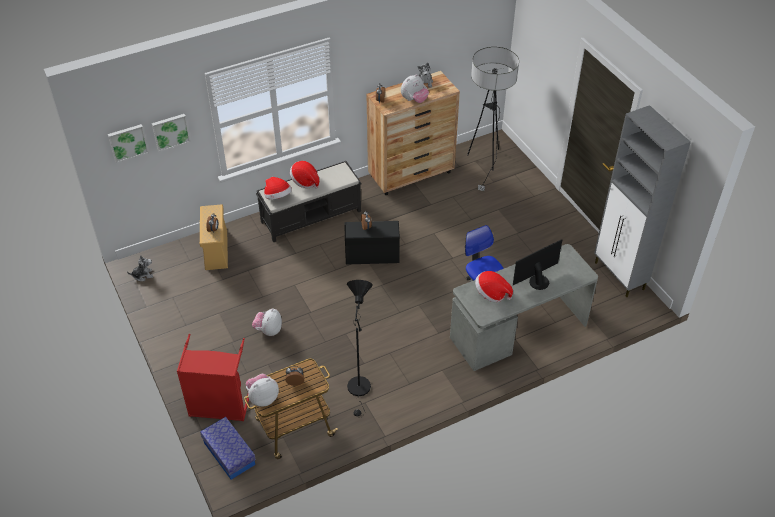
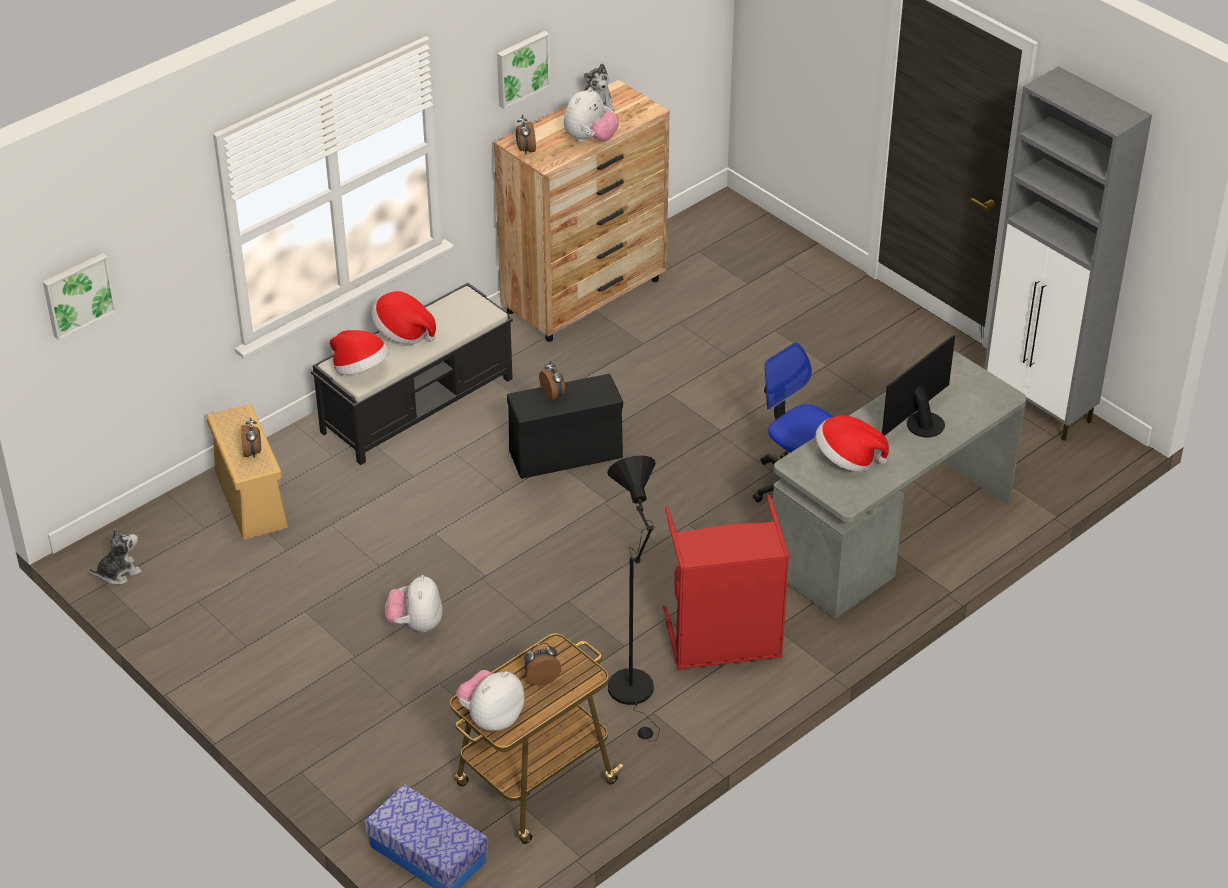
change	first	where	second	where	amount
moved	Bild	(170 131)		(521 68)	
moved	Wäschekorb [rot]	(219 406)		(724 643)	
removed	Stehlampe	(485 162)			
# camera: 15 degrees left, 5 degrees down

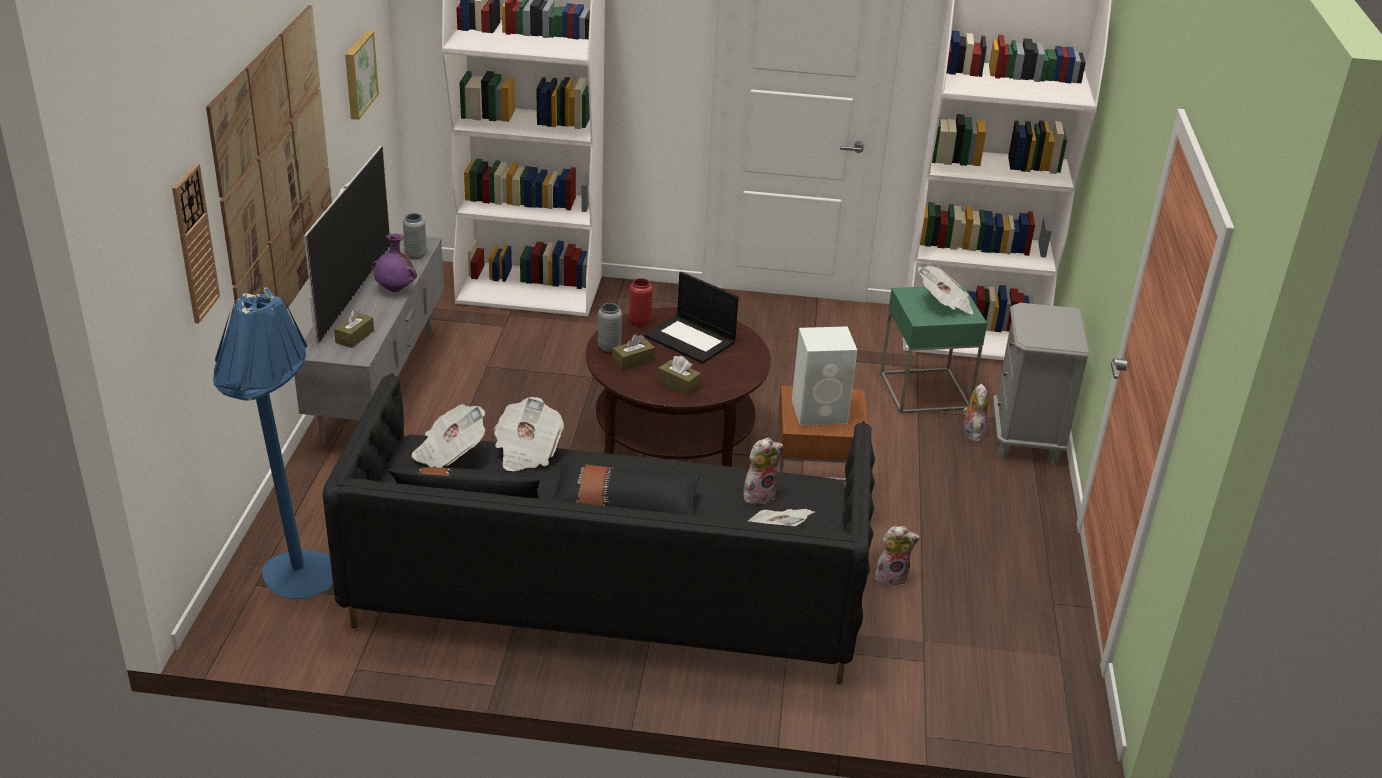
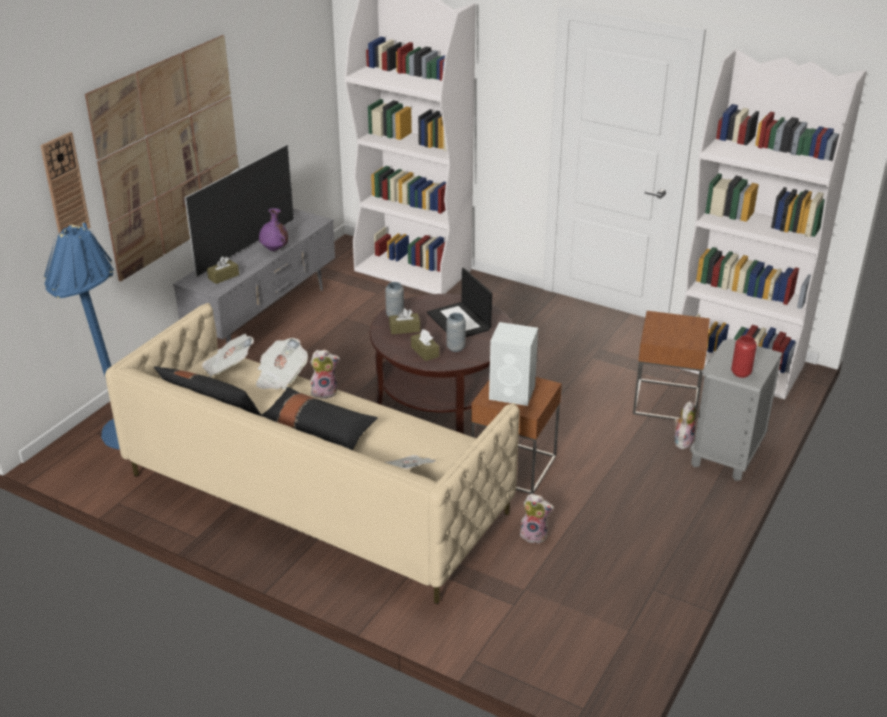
change	first	where	second	where	amount
recoloured	Sofa [schwarz]	(606 592)	Sofa [beige]	(315 494)	
removed	Bild	(358 74)			
moved	Vase [grau]	(416 255)		(455 348)	
moved	Vase [rot]	(640 321)		(741 373)	
moved	Plüschtier	(759 494)		(325 392)	
recoloured	Beistelltisch [grün]	(925 391)	Beistelltisch [braun]	(666 401)	
removed	Zeitung	(944 304)			
# camera: 25 degrees right, 0 degrees up

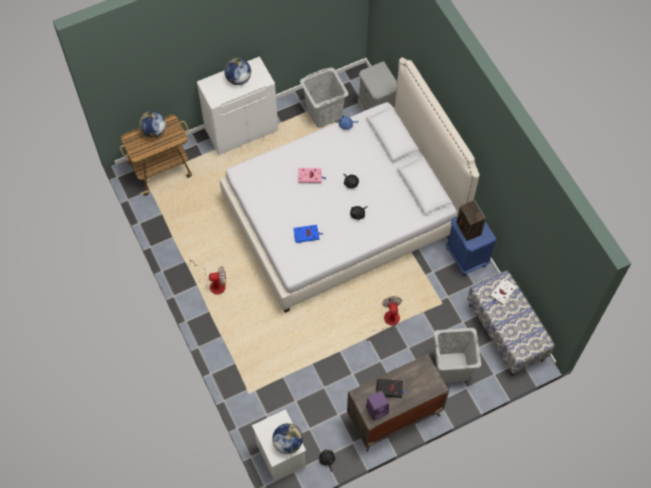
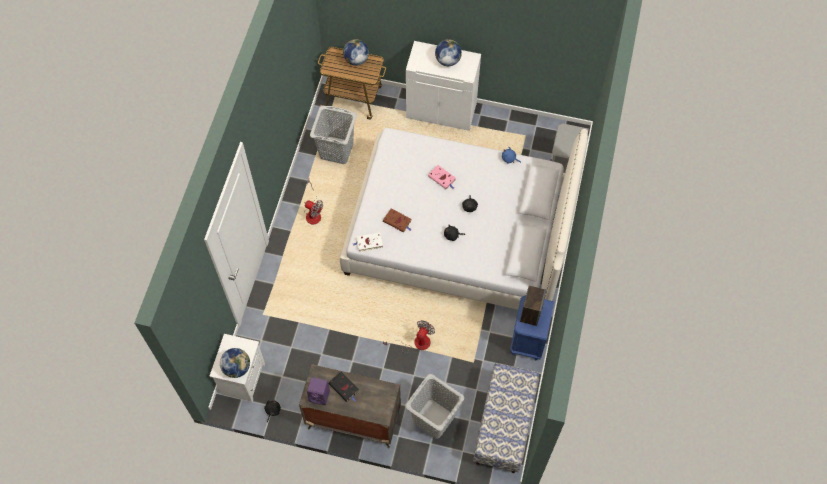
change	first	where	second	where	amount
recoloured	Buch [blau]	(307 234)	Buch [braun]	(398 221)	
moved	Wäschekorb [grau]	(324 113)		(336 150)	
moved	Buch [weiß]	(502 293)		(368 243)	
# camera: 40 degrees right, 0 degrees up

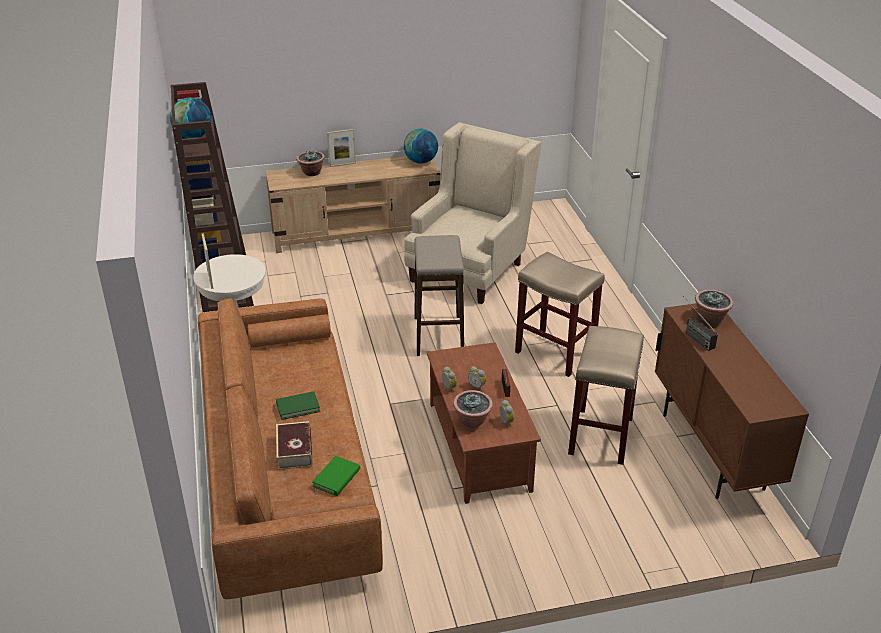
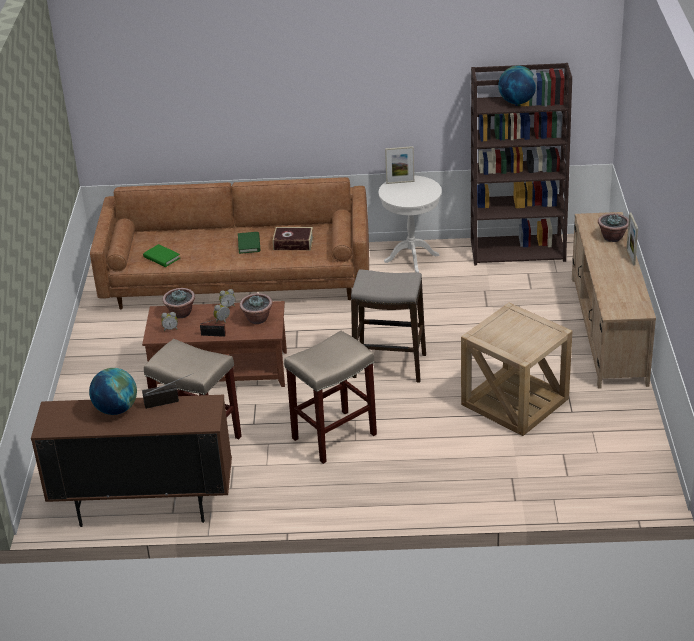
change	first	where	second	where	amount
moved	Buch	(294 450)		(293 243)	
replaced	Sessel [beige]	(470 268)	Beistelltisch [beige]	(514 402)	
moved	Globus	(421 161)		(116 409)	
moved	Topfpflanze	(710 318)		(257 319)	
# camera: 105 degrees right, 0 degrees up

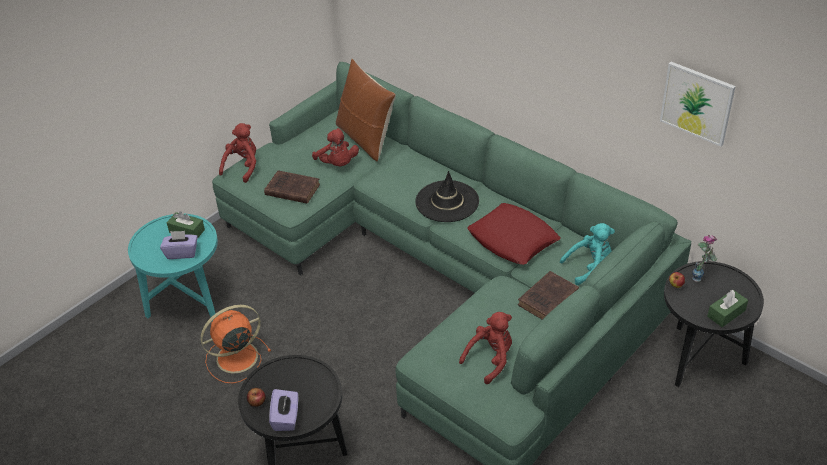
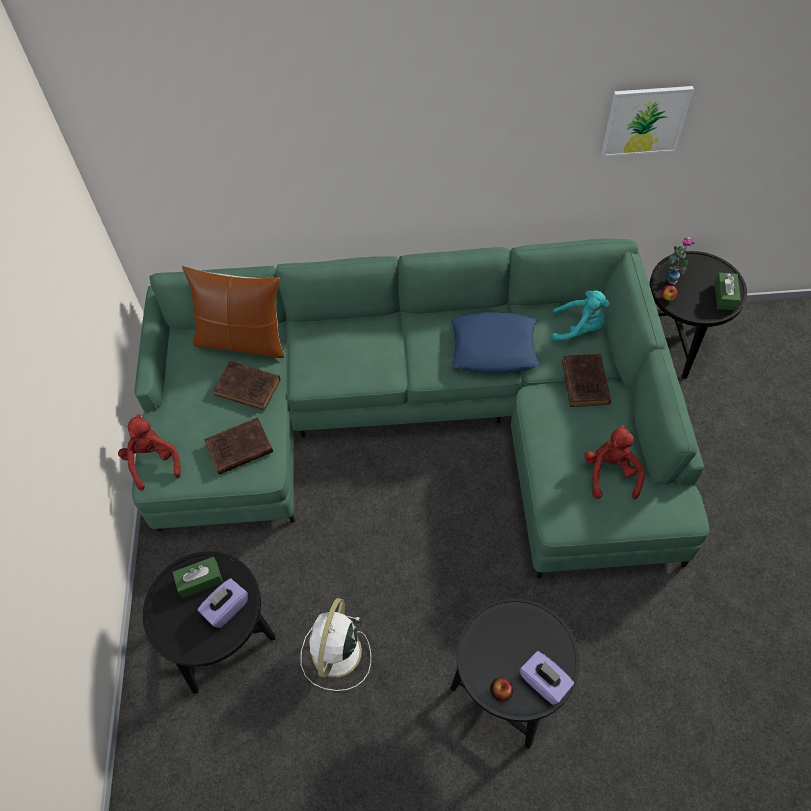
change	first	where	second	where	amount
recoloured	Beistelltisch [türkis]	(190 306)	Beistelltisch [schwarz]	(226 643)	
recoloured	Ventilator [orange]	(235 358)	Ventilator [weiß]	(336 654)	
replaced	Plüschtier [rot]	(337 164)	Buch [braun]	(249 388)	
removed	Hut [schwarz]	(447 201)			
recoloured	Kissen [rot]	(513 239)	Kissen [blau]	(494 348)	
turned	Plüschtier [türkis]	(589 267)		(579 328)	75 degrees clockwise
# camera: 45 degrees left, 15 degrees up

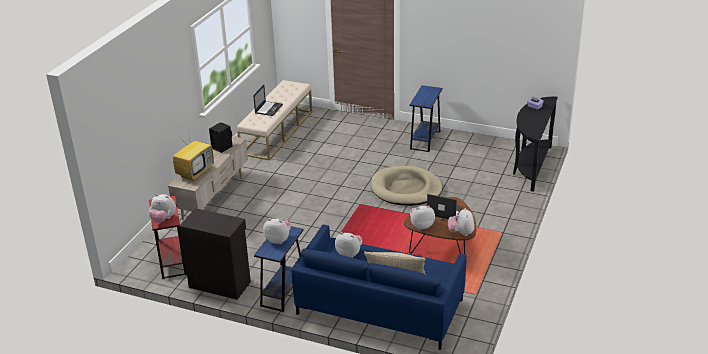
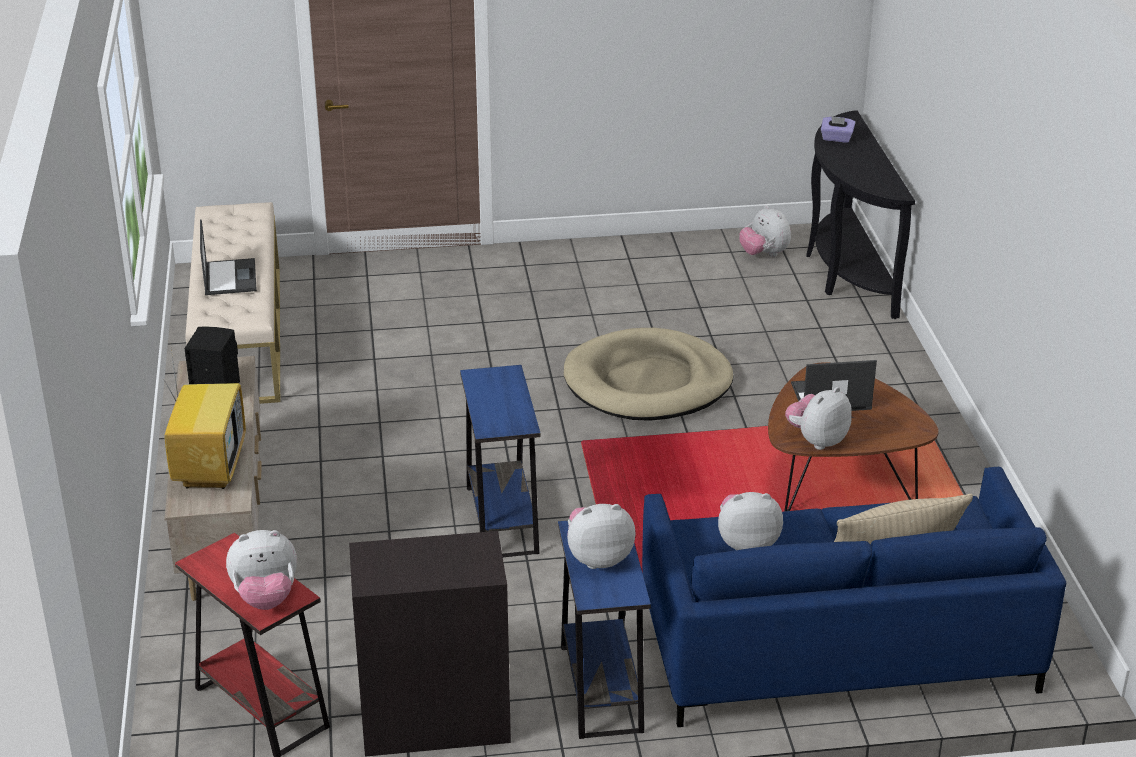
change	first	where	second	where	amount
moved	Beistelltisch [blau]	(425 140)		(502 520)	
moved	Plüschtier	(461 233)		(764 254)	
# camera: 30 degrees left, 0 degrees up

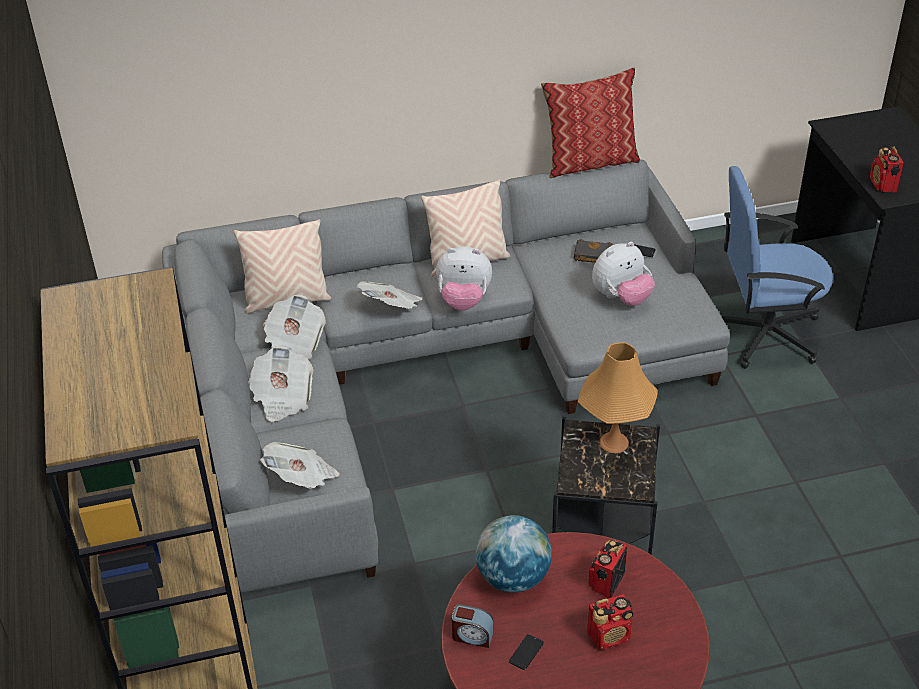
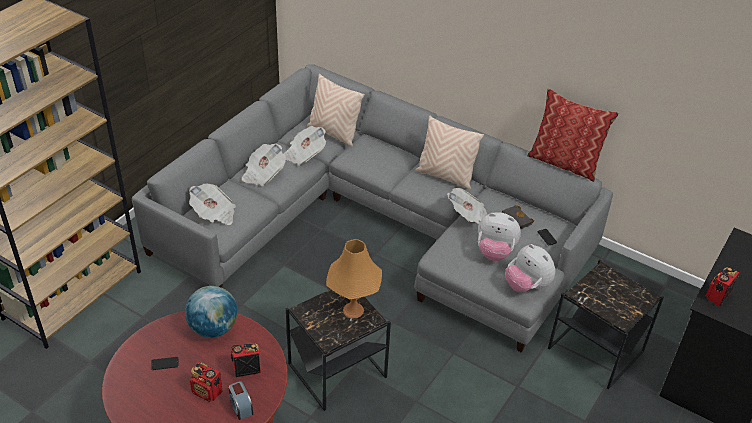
change	first	where	second	where	amount
moved	Zeitung	(392 308)		(468 216)	
moved	Plüschtier	(464 301)		(527 286)	
moved	Wecker	(472 636)		(241 407)	
replaced	Bürostuhl [blau]	(763 333)	Beistelltisch [schwarz]	(595 349)	
# camera: 45 degrees right, 0 degrees up

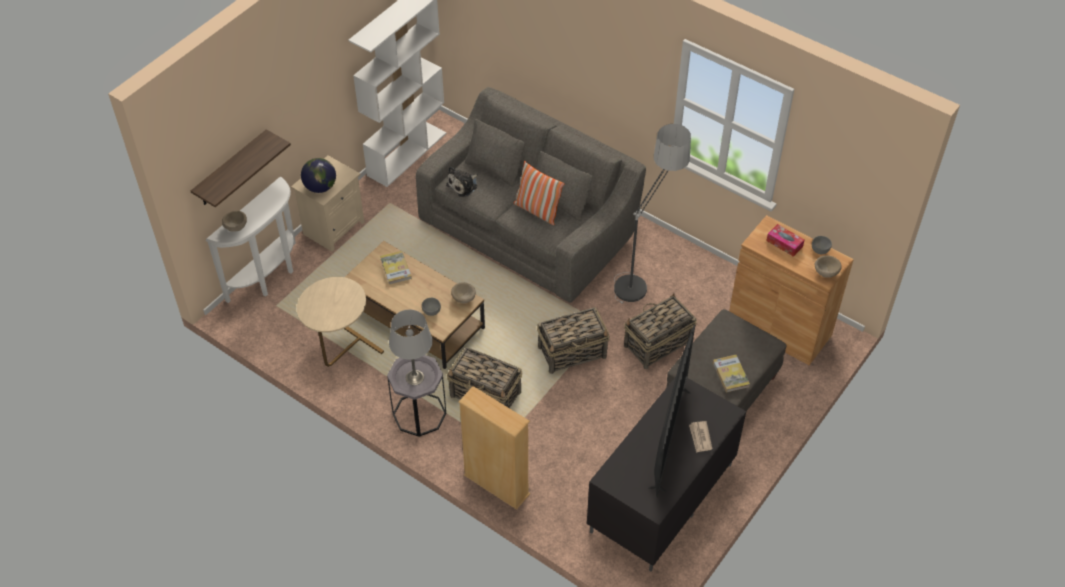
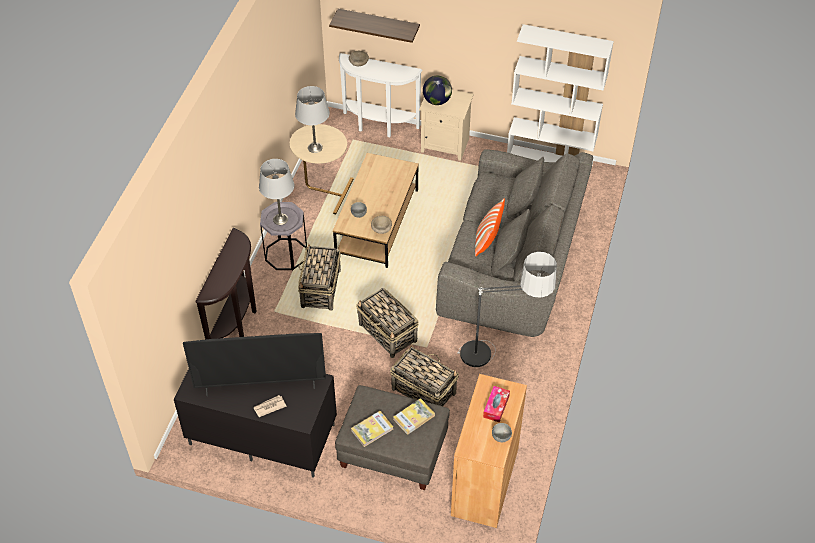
change	first	where	second	where	amount
moved	Buch	(395 269)		(414 417)	
removed	Plüschtier	(463 185)			
replaced	Bücherregal [beige]	(496 485)	Konsolentisch [braun]	(237 321)	
removed	Schüssel [beige]	(825 272)			
added			Tischlampe [grau]	(314 147)	
# camera: 70 degrees right, 0 degrees up

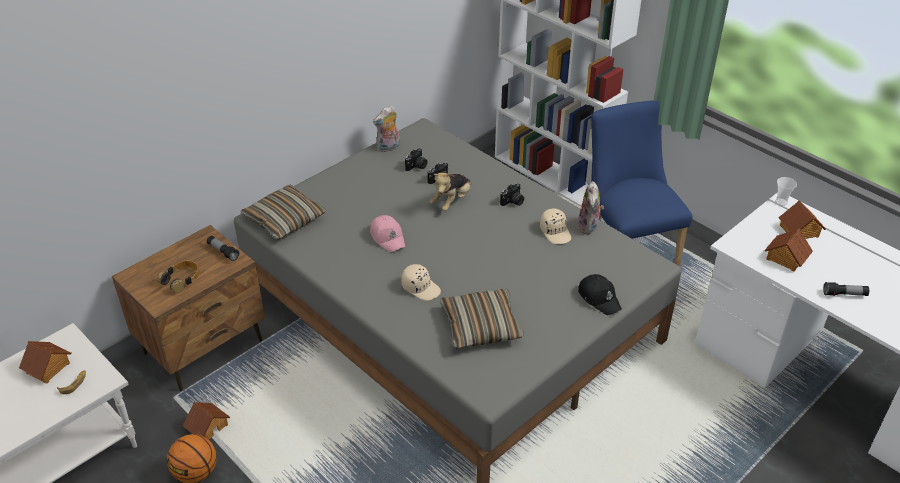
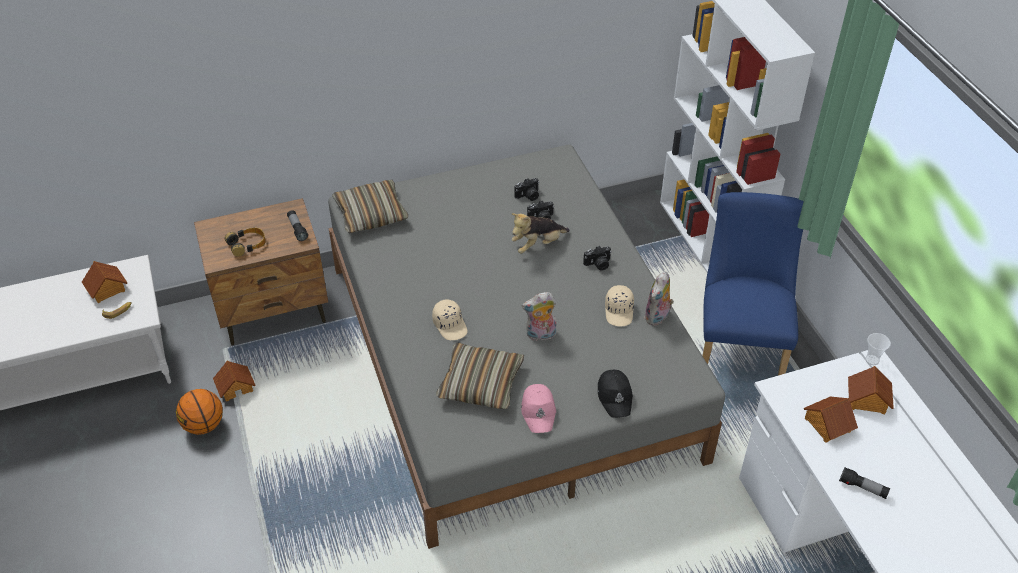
change	first	where	second	where	amount
moved	Kappe [rosa]	(388 237)		(539 411)	
moved	Plüschtier	(388 148)		(540 335)	
# camera: 25 degrees right, 5 degrees up

